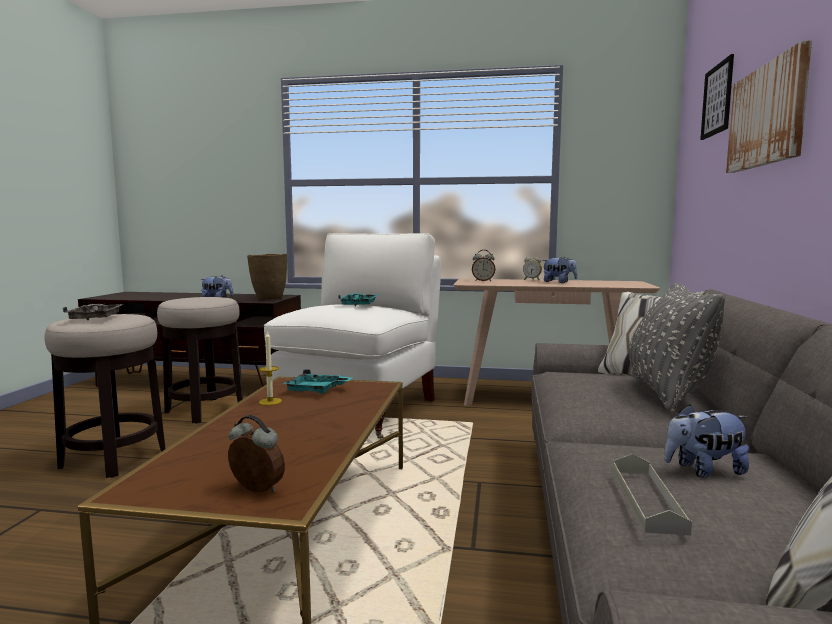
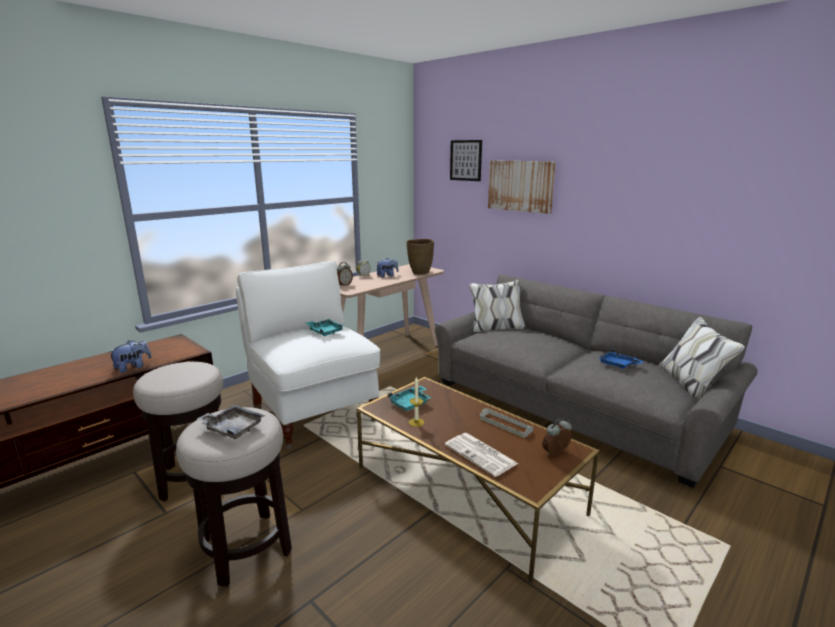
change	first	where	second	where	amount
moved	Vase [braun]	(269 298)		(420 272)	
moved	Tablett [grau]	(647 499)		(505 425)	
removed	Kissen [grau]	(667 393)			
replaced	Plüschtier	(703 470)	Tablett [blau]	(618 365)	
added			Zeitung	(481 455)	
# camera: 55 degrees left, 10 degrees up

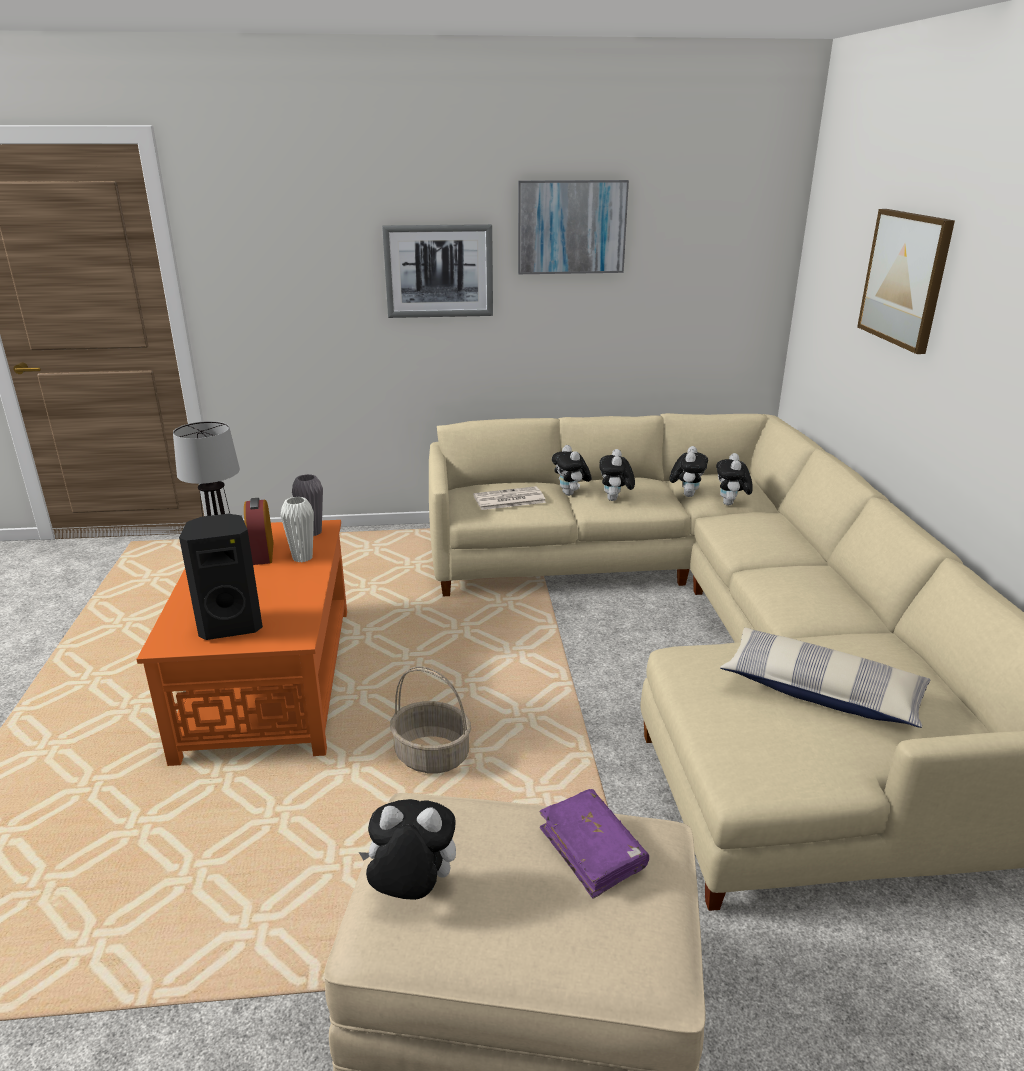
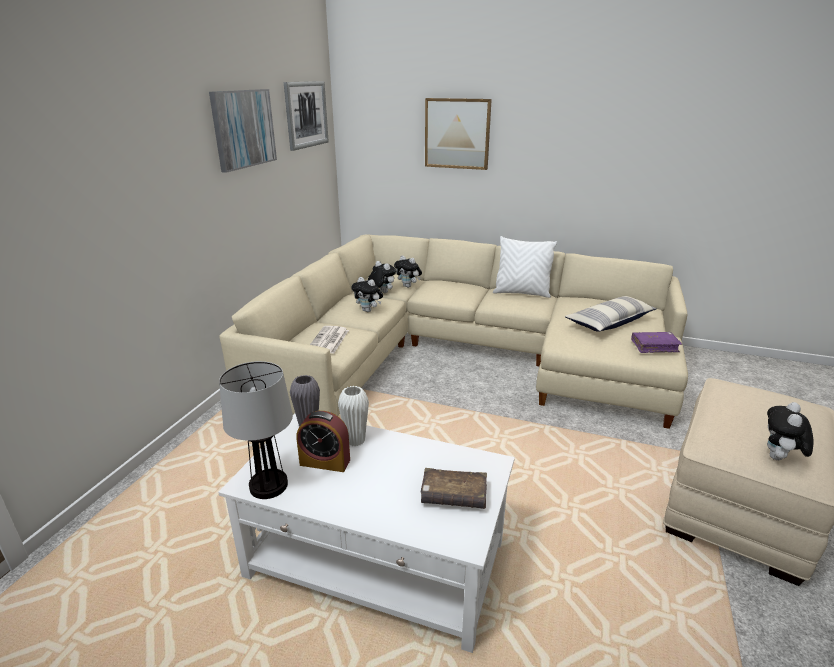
change	first	where	second	where	amount
recoloured	Couchtisch [orange]	(269 680)	Couchtisch [weiß]	(377 559)	
replaced	Lautsprecher [schwarz]	(231 625)	Buch [braun]	(453 496)	
moved	Bild	(439 271)		(306 114)	
removed	Korb	(433 755)			
moved	Buch [lila]	(592 850)		(654 347)	
removed	Plüschtier	(571 494)			
added			Kissen [weiß]	(521 293)	
# camera: 65 degrees left, 0 degrees up

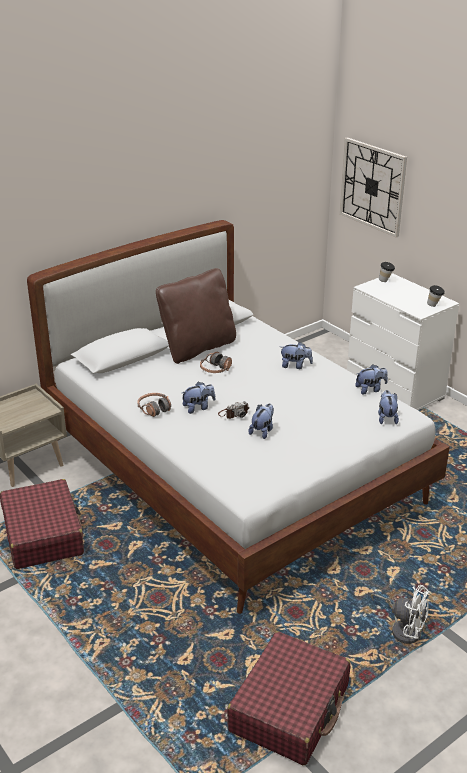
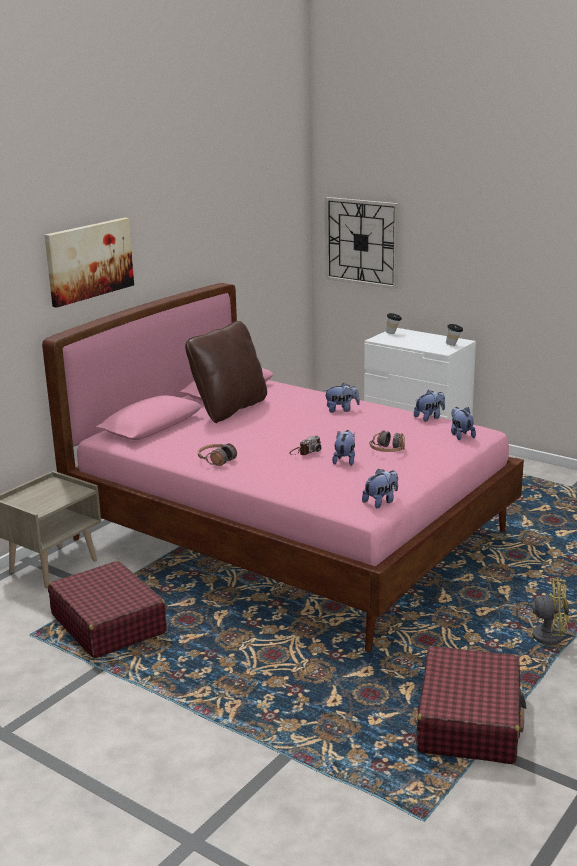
change	first	where	second	where	amount
recoloured	Bett [weiß]	(233 471)	Bett [rosa]	(291 536)	
moved	Plüschtier	(198 408)		(381 502)	
moved	Kopfhörer	(215 369)		(388 450)	
recoloured	Ventilator [weiß]	(403 629)	Ventilator [gelb]	(542 634)	
added			Bild	(89 260)	
# camera: 15 degrees left, 10 degrees down

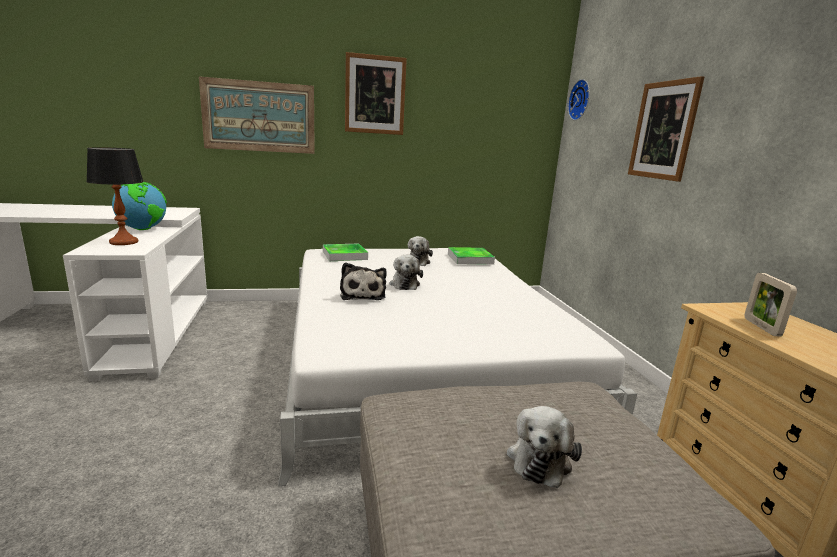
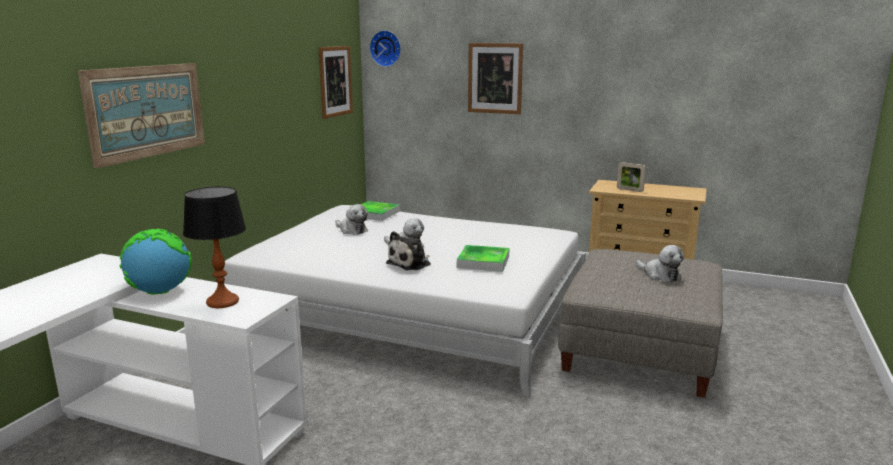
change	first	where	second	where	amount
moved	Tablett	(344 255)		(483 262)	
turned	Plüschtier	(363 294)		(411 264)	105 degrees clockwise
moved	Bild	(375 95)		(335 81)	
# camera: 55 degrees left, 0 degrees up

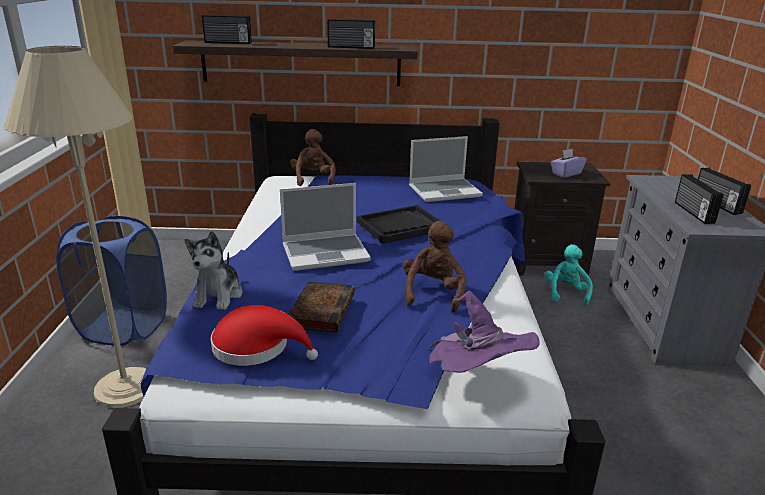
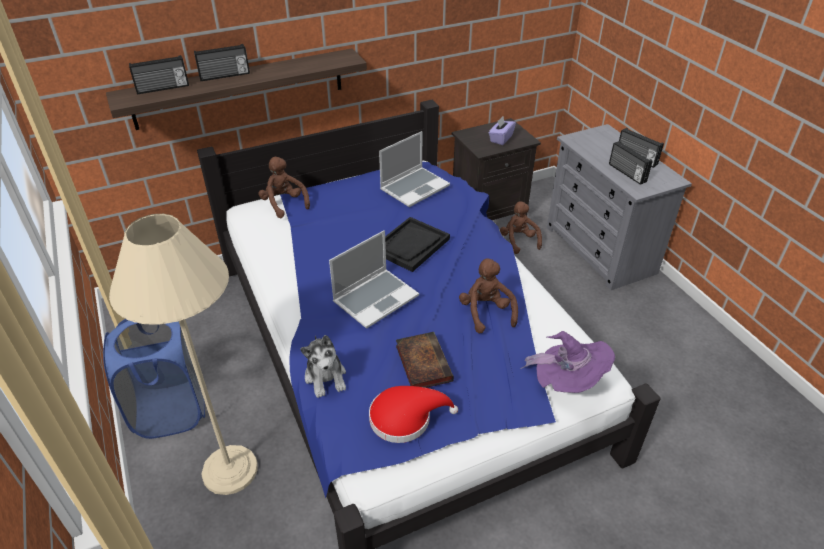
change	first	where	second	where	amount
moved	Radio	(351 47)		(224 76)	
recoloured	Plüschtier [türkis]	(565 293)	Plüschtier [braun]	(518 241)	
# camera: 25 degrees left, 15 degrees up

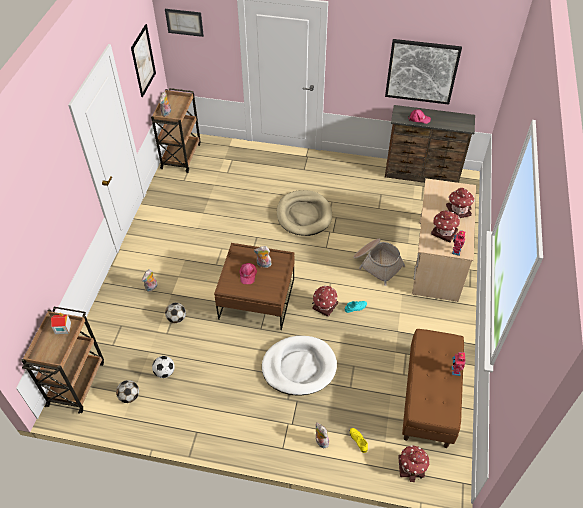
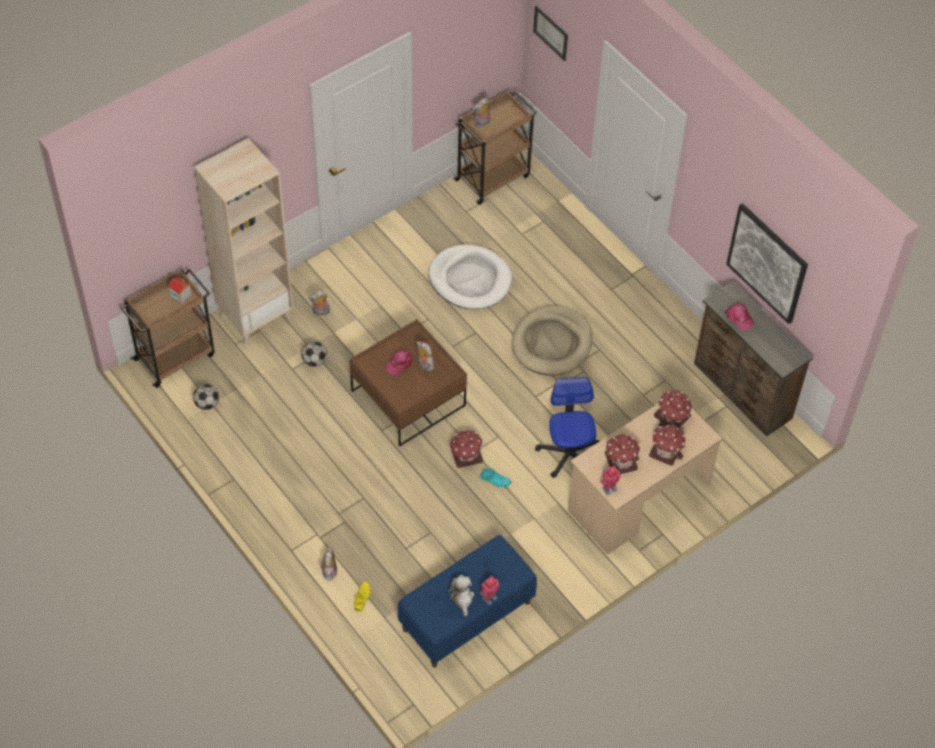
change	first	where	second	where	amount
removed	Bild	(143 61)			
removed	Fußball	(164 372)			
moved	Hundebett [weiß]	(299 367)		(470 279)	
replaced	Korb	(377 264)	Bürostuhl	(568 453)	
moved	Spielzeughaus	(411 467)		(672 417)	
recoloured	Bank [braun]	(429 399)	Bank [blau]	(466 617)	
added			Bücherregal [beige]	(255 316)	
added			Plüschtier	(462 598)	
# camera: 40 degrees right, 5 degrees up

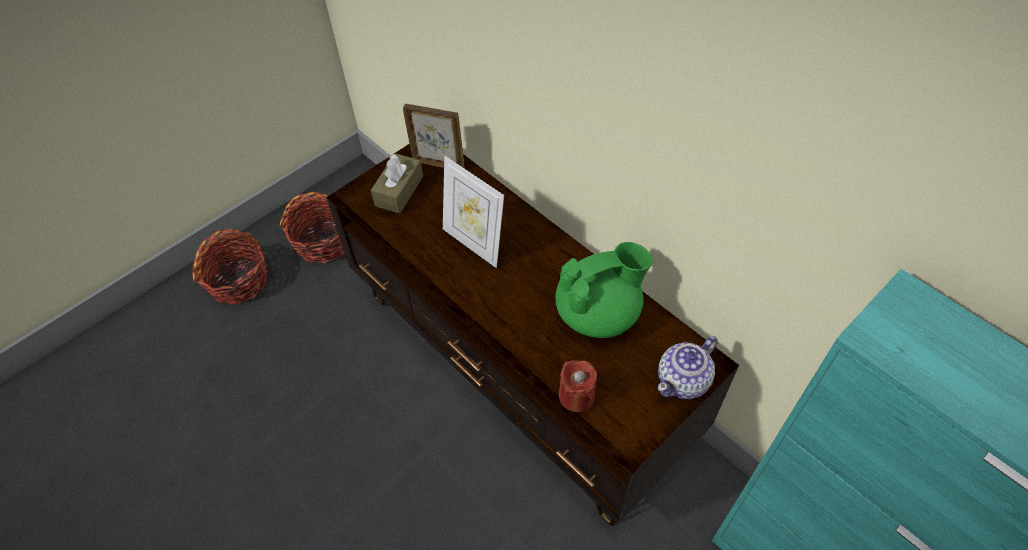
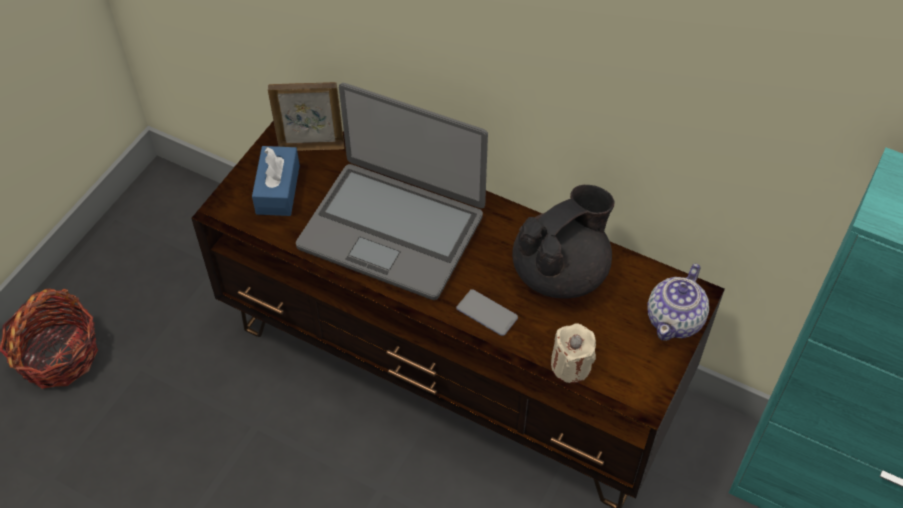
change	first	where	second	where	amount
removed	Korb	(324 241)			
recoloured	Taschentuchbox [braun]	(399 191)	Taschentuchbox [blau]	(278 189)	
replaced	Bilderrahmen	(474 243)	Laptop	(392 229)	
recoloured	Teekanne [grün]	(599 313)	Teekanne [schwarz]	(561 272)	
recoloured	Kerze [rot]	(576 396)	Kerze [beige]	(571 366)	
added			Handy	(487 313)	
# camera: 20 degrees left, 0 degrees up

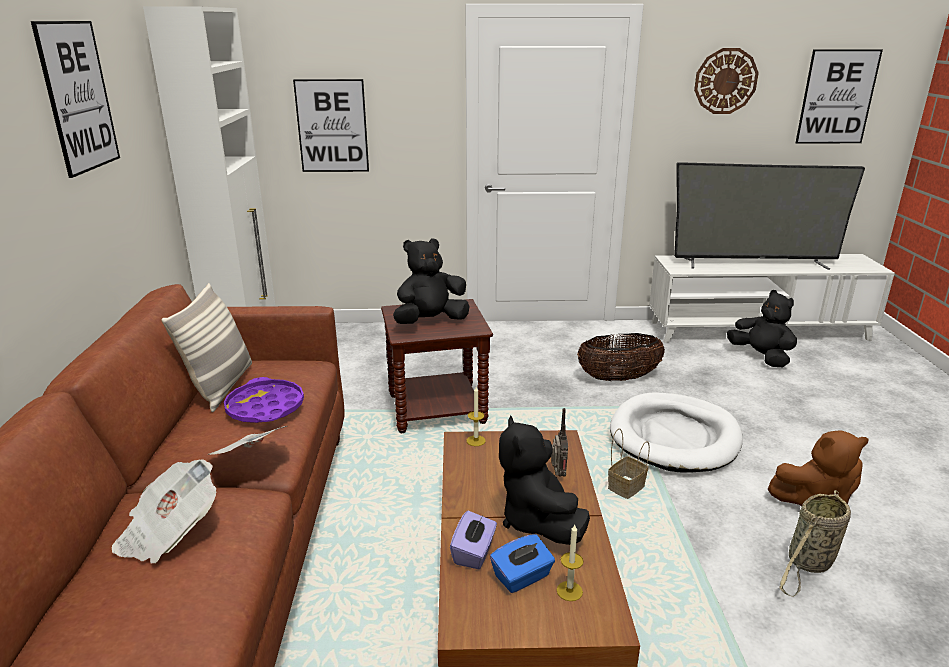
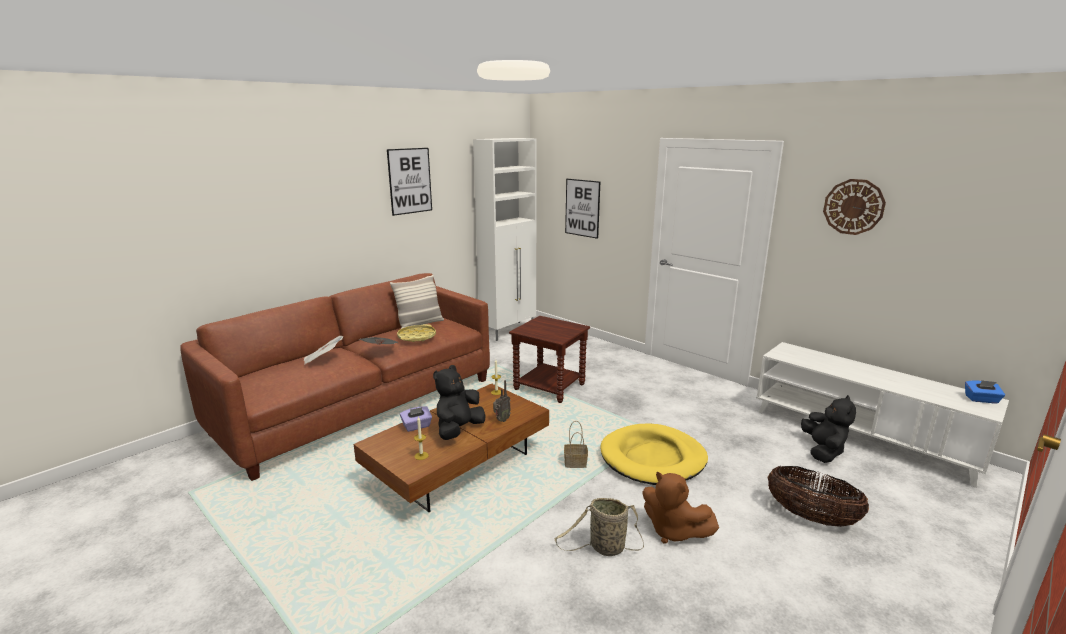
change	first	where	second	where	amount
recoloured	Tablett [lila]	(265 408)	Tablett [gelb]	(416 337)	
removed	Plüschtier [schwarz]	(430 321)			
moved	Taschentuchbox [blau]	(522 577)		(981 399)	
moved	Korb	(618 378)		(811 517)	
recoloured	Hundebett [weiß]	(674 437)	Hundebett [gelb]	(653 458)	
removed	Fernseher	(754 263)			
removed	Bild	(837 97)			
# camera: 45 degrees right, 5 degrees down

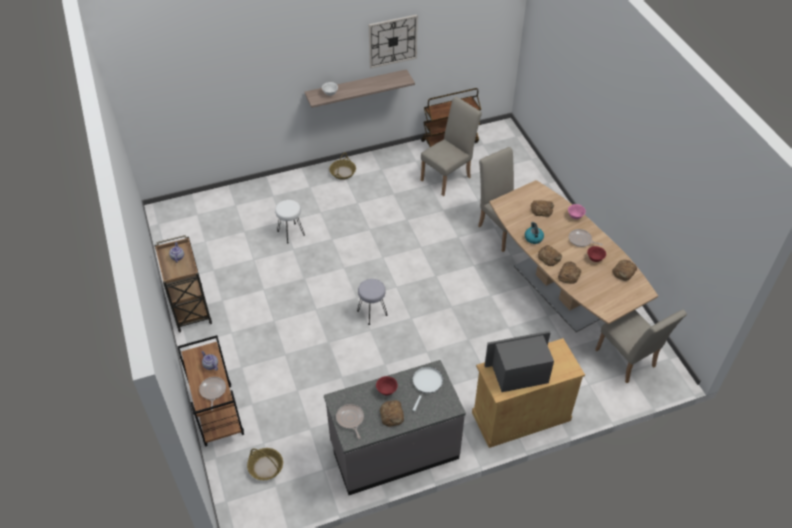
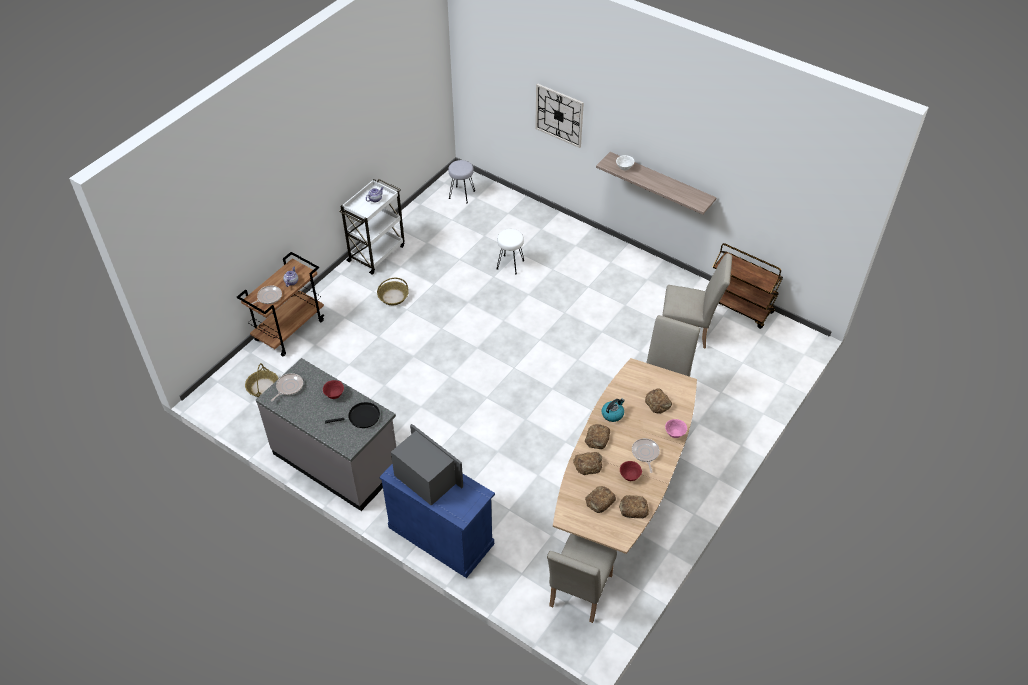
change	first	where	second	where	amount
recoloured	Rollwagen [braun]	(190 307)	Rollwagen [weiß]	(377 253)	
moved	Korb	(342 172)		(393 296)	
moved	Hocker [grau]	(372 313)		(462 195)	
moved	Wanduhr	(392 41)		(559 115)	
moved	Brot	(392 415)		(600 501)	
recoloured	Pfanne [weiß]	(426 383)	Pfanne [schwarz]	(361 417)	
recoloured	Schrank [beige]	(520 416)	Schrank [blau]	(441 535)	
# camera: 55 degrees right, 0 degrees up

